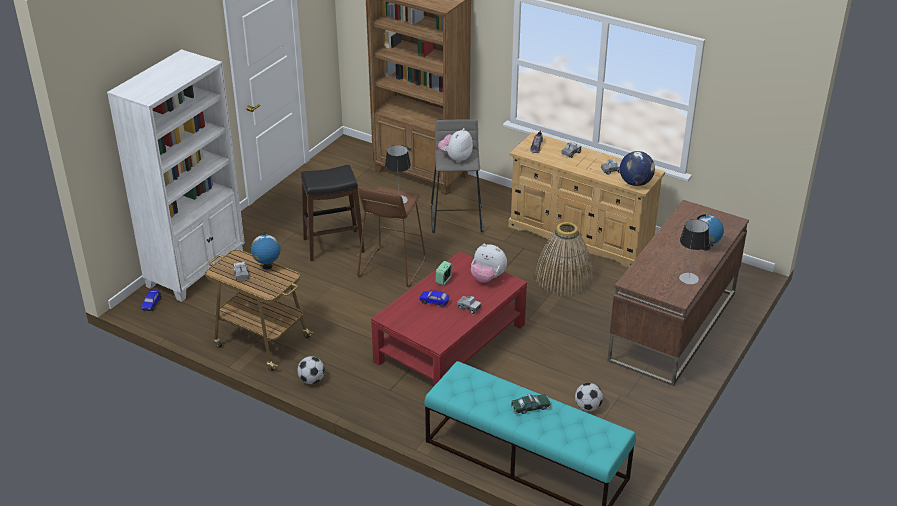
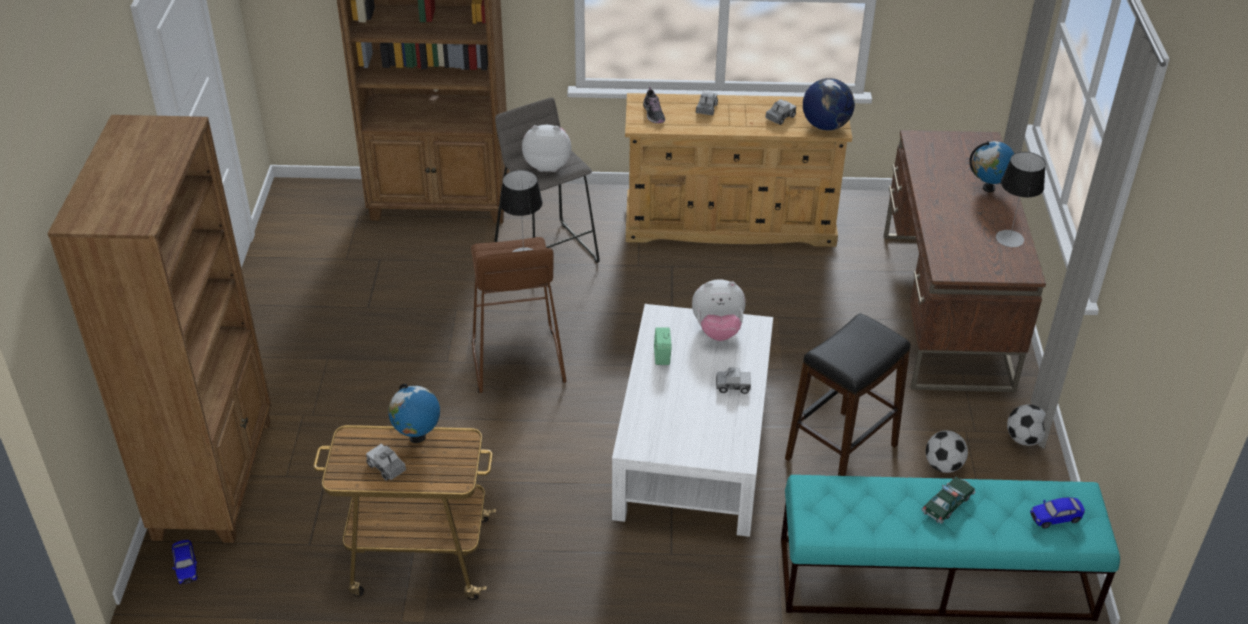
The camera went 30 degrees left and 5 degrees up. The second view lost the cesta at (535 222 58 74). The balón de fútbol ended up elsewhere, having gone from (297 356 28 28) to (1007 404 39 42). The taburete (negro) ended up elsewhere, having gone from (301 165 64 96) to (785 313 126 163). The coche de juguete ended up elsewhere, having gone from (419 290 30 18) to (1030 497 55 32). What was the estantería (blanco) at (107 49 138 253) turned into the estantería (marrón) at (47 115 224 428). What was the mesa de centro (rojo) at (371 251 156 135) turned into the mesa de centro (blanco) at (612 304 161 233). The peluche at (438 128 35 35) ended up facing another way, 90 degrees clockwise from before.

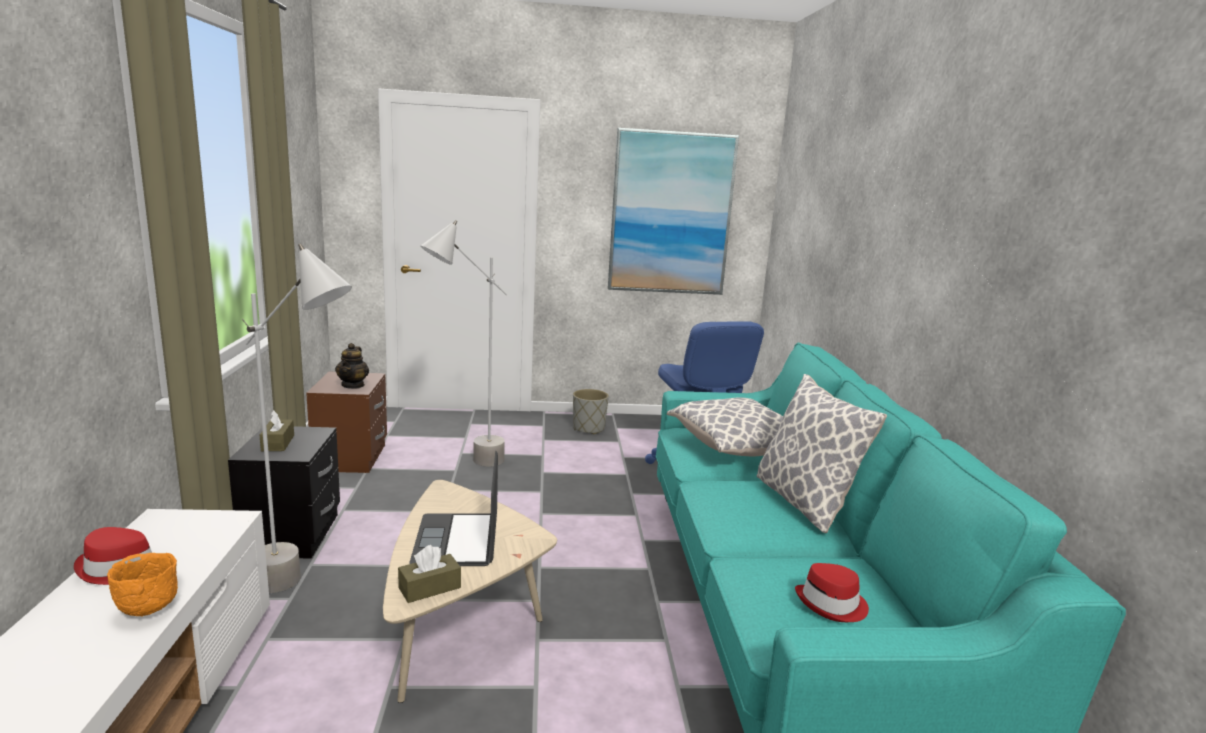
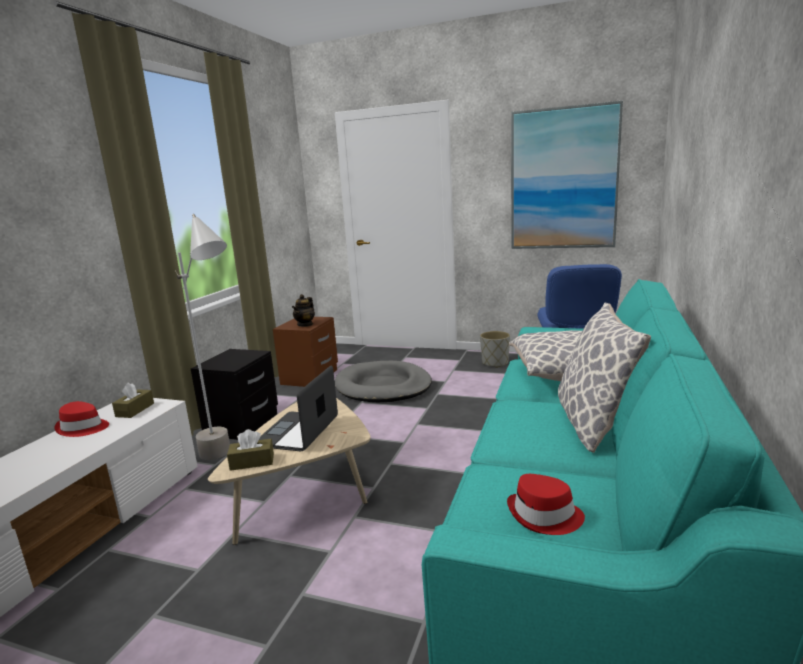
The camera went 25 degrees right and 0 degrees up. The second view lost the cuenco (naranja) at (107 553 71 64). The caja de pañuelos (marrón) ended up elsewhere, having gone from (260 410 34 41) to (112 382 42 36). Where the lámpara de pie (gris) stood at (421 220 86 247), the cama para perro (gris) came to stand at (335 361 97 41).

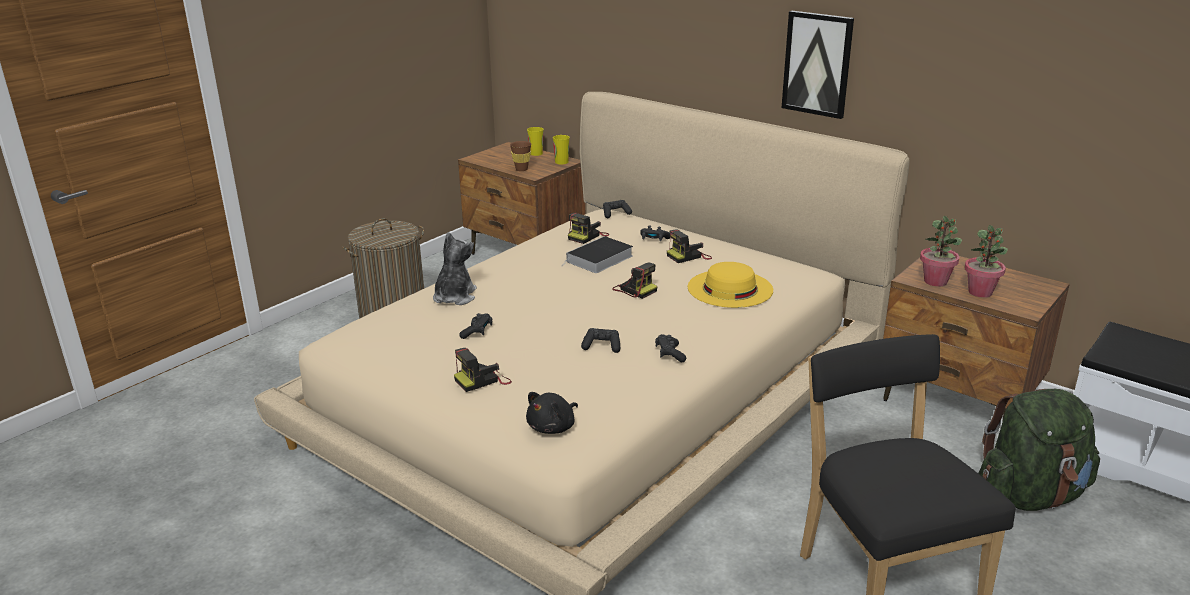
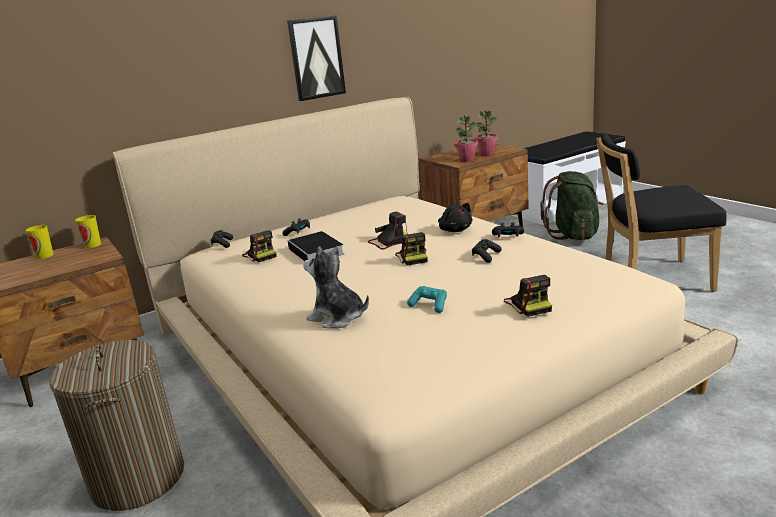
The camera went 70 degrees left and 5 degrees down. The second view lost the taza (marrón) at (510 141 21 30). The second view lost the sombrero (amarillo) at (688 262 85 46). The peluche (negro) ended up elsewhere, having gone from (526 392 52 42) to (438 203 34 29). The cámara ended up elsewhere, having gone from (667 229 45 34) to (395 232 32 34). What was the mando de consola (negro) at (460 313 32 26) turned into the mando de consola (turquesa) at (407 286 40 27).

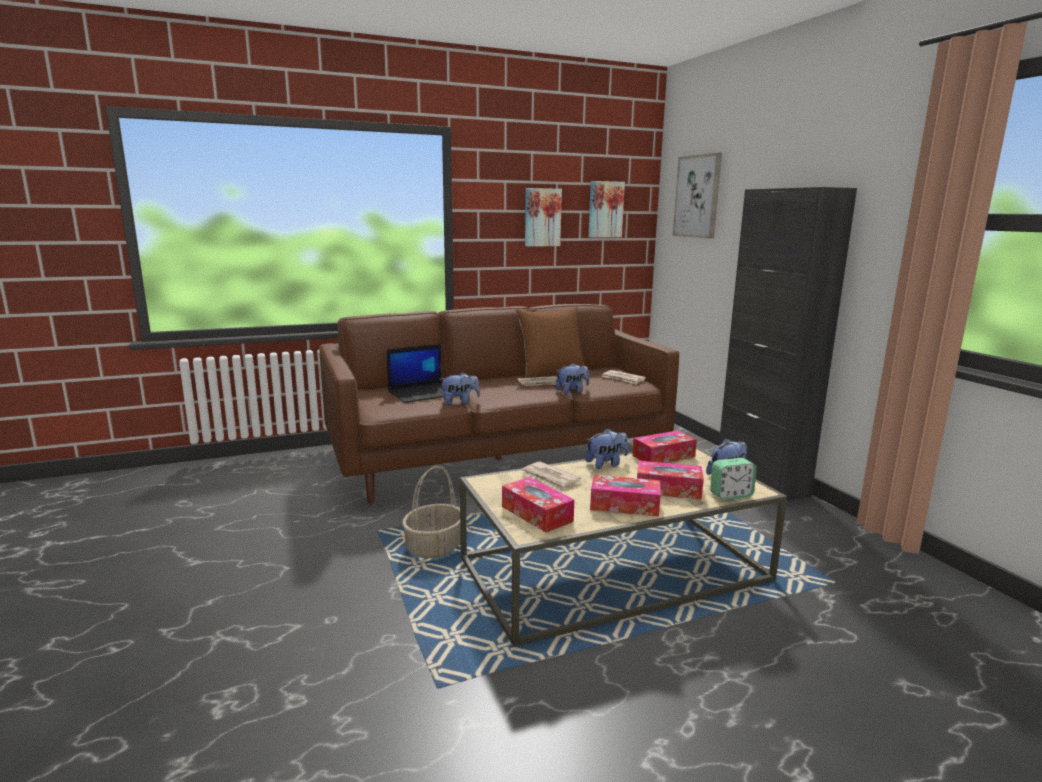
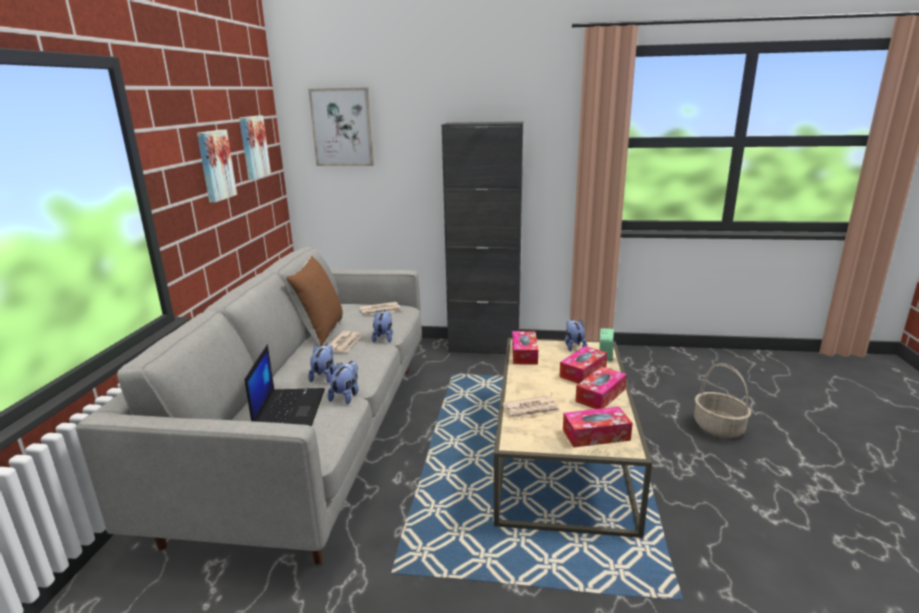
The camera went 60 degrees left and 5 degrees up. The cesta ended up elsewhere, having gone from (402 466 59 93) to (694 363 57 75). The peluche ended up elsewhere, having gone from (585 428 43 41) to (308 343 27 40). What was the sofá (marrón) at (319 304 360 199) turned into the sofá (gris) at (75 247 347 317).

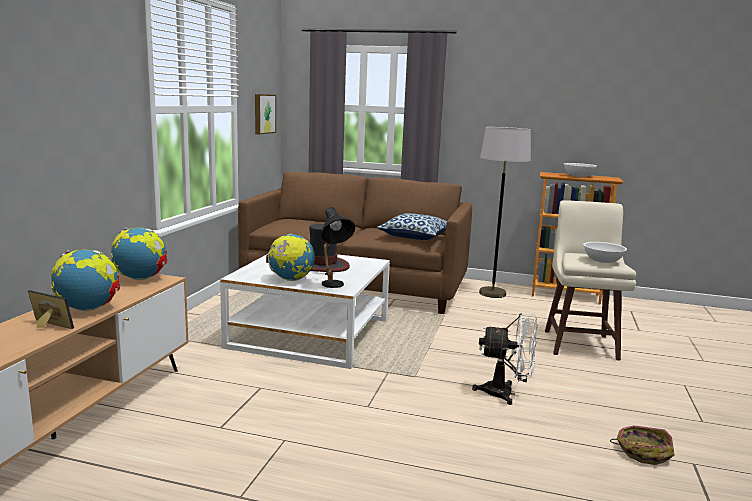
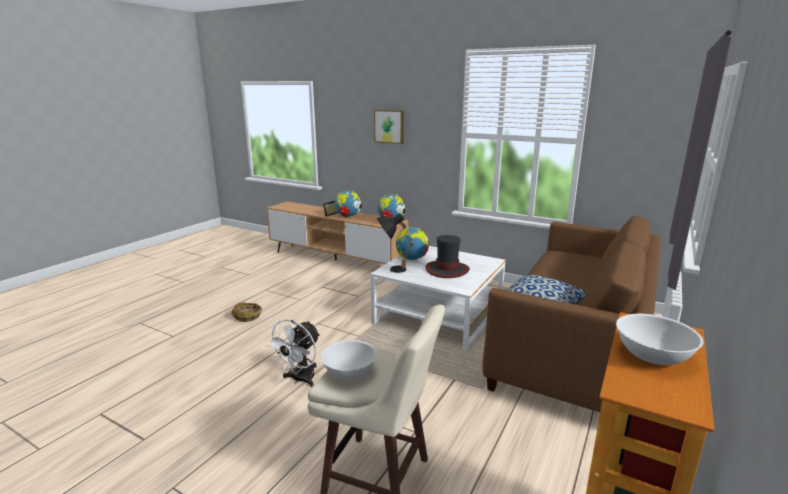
The camera went 105 degrees right and 5 degrees up. The second view lost the lámpara de pie (gris) at (479 127 52 171). The cuadro ended up elsewhere, having gone from (255 94 21 40) to (374 110 30 34). The cesta ended up elsewhere, having gone from (610 425 65 40) to (231 302 31 20).

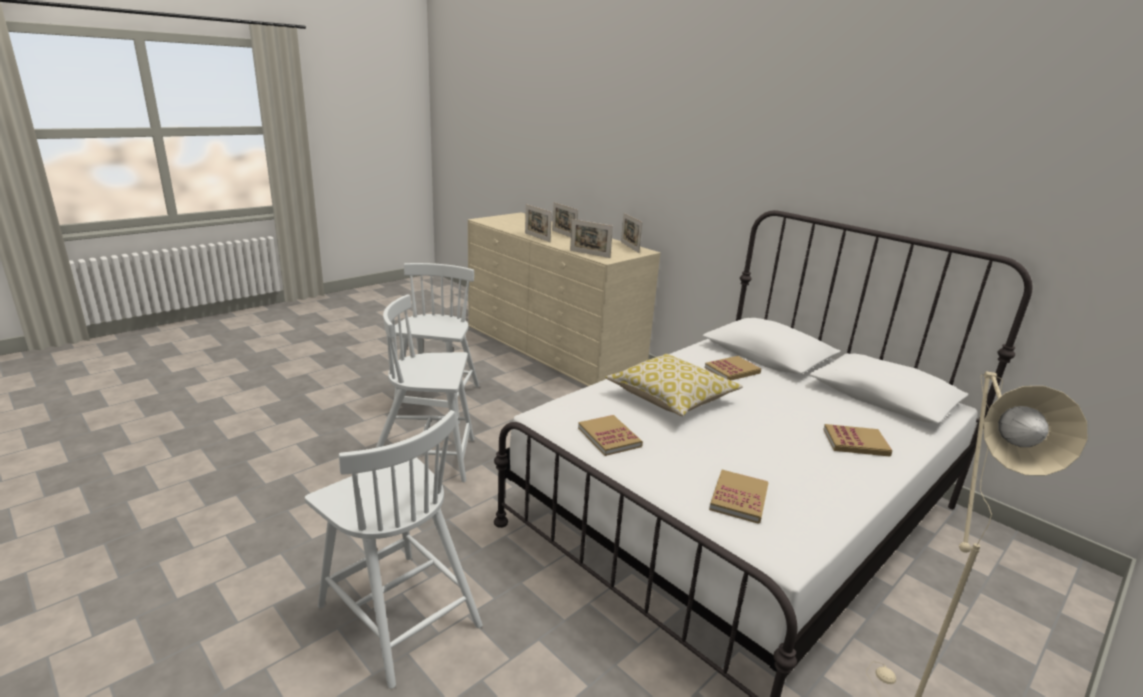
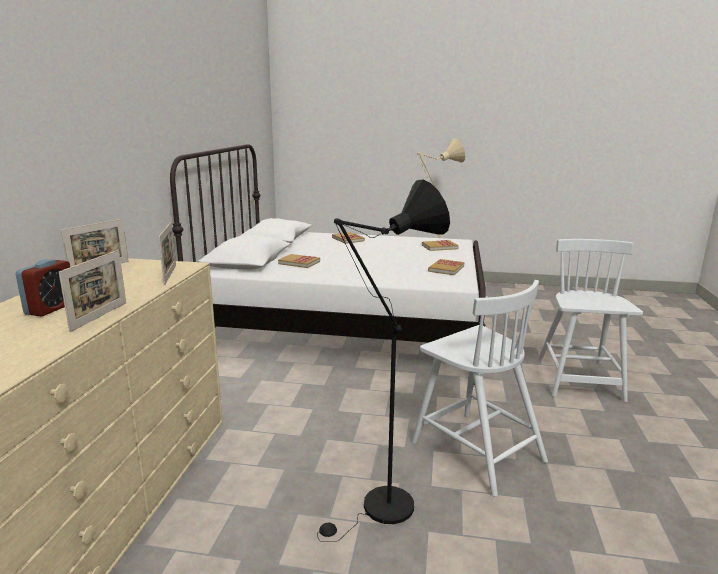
The camera went 125 degrees left and 5 degrees down. The second view lost the cojín at (605 354 138 62). Where the silla (blanco) stood at (394 263 85 161), the lámpara de pie (negro) came to stand at (317 179 133 363). Where the portarretratos stood at (552 202 26 35), the despertador came to stand at (16 259 54 57).

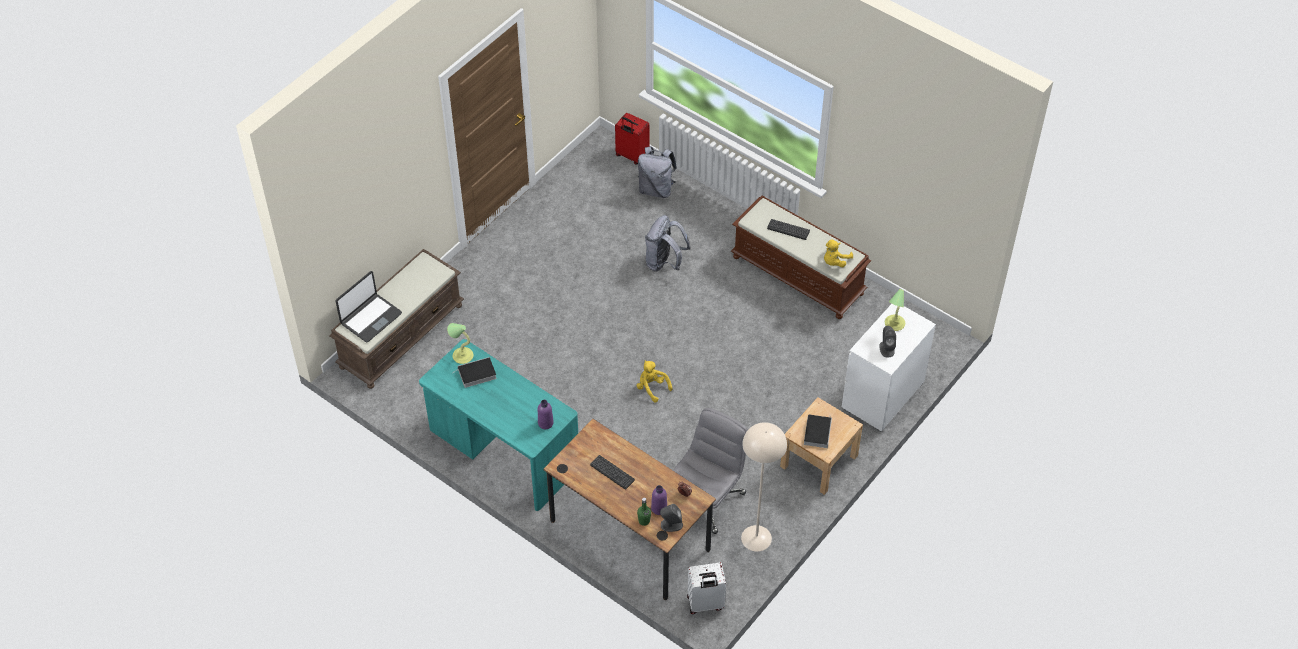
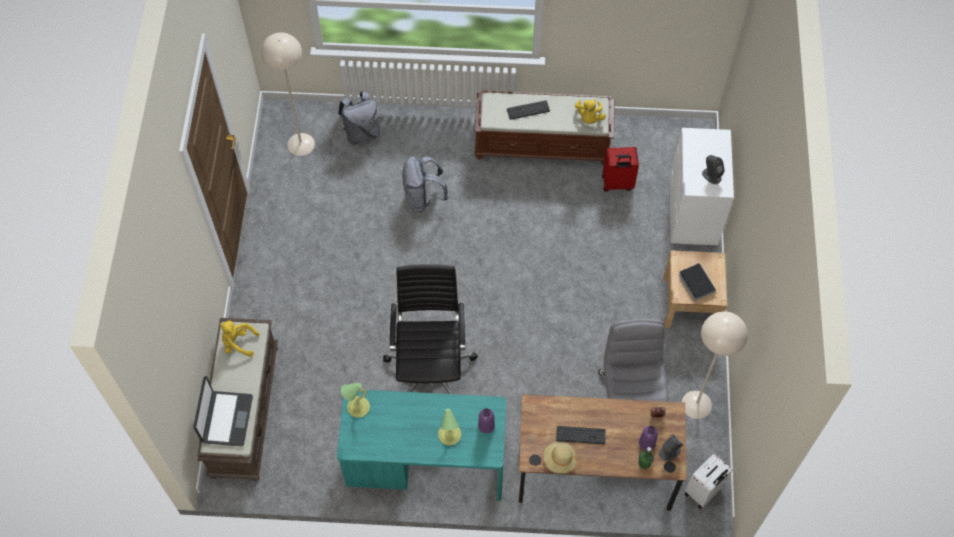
The camera went 35 degrees left and 10 degrees up. The second view lost the libro at (452 357 45 31). The second view gained the lámpara de pie (beis) at (261 32 54 124). The second view gained the silla de oficina (negro) at (383 264 95 130). The second view gained the sombrero (beis) at (544 442 33 32). The maleta (rojo) ended up elsewhere, having gone from (615 113 34 52) to (602 147 37 45). The peluche (amarillo) ended up elsewhere, having gone from (637 360 36 43) to (220 321 39 36). The lámpara de mesa ended up elsewhere, having gone from (885 289 20 42) to (438 409 23 36).

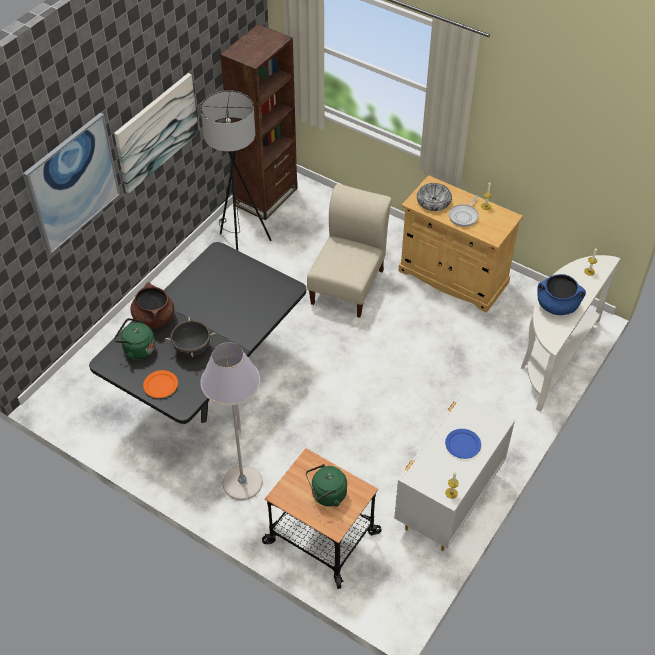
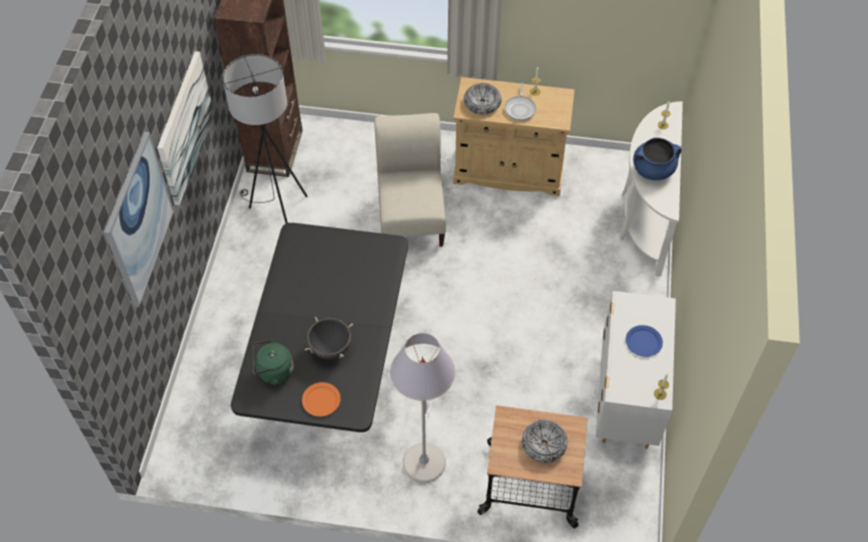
The camera went 25 degrees left and 5 degrees up. The second view lost the olla (marrón) at (130 282 44 47). Where the hervidor (verde) stood at (306 464 41 42), the cuenco came to stand at (522 420 46 43).

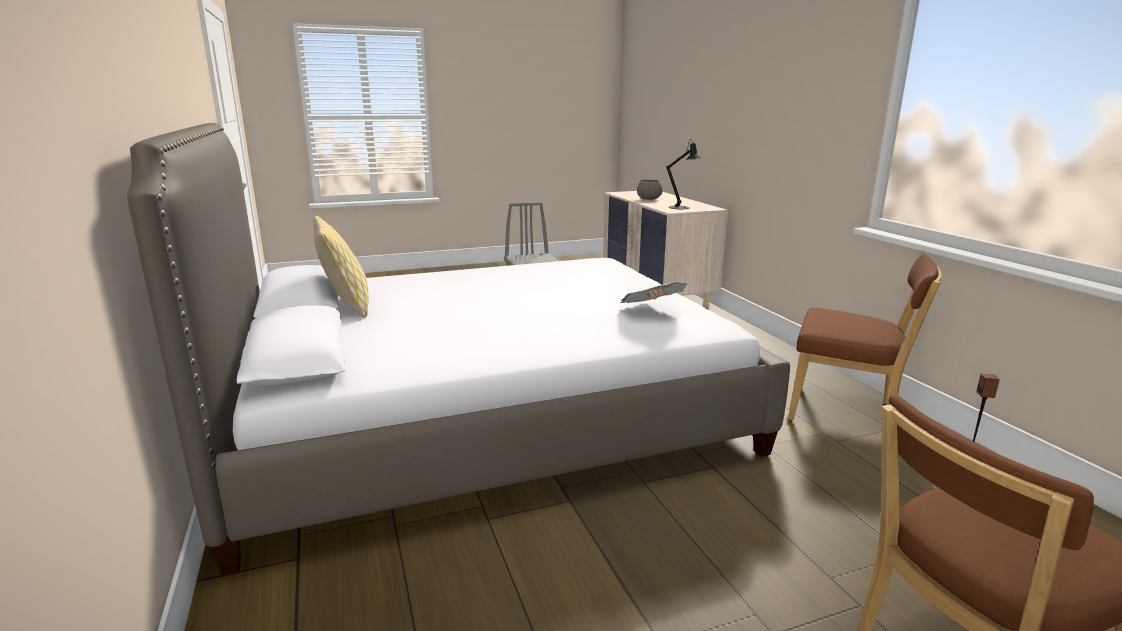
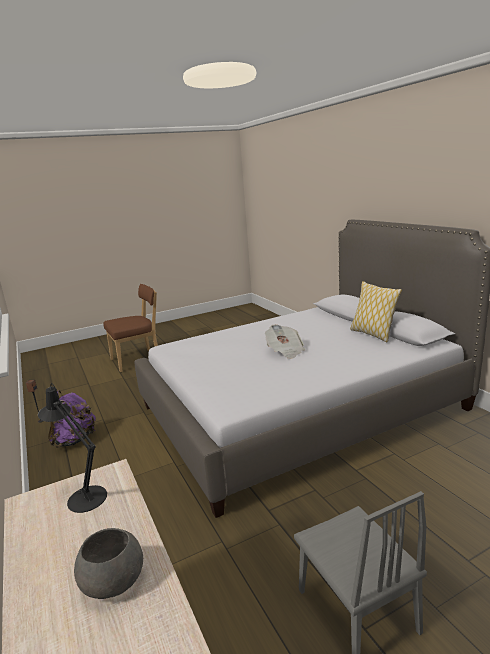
The camera went 175 degrees right and 0 degrees up. The periódico ended up elsewhere, having gone from (620 282 68 21) to (265 324 40 35). Where the silla (marrón) stood at (788 254 154 166), the mochila (morado) came to stand at (48 390 48 58).

